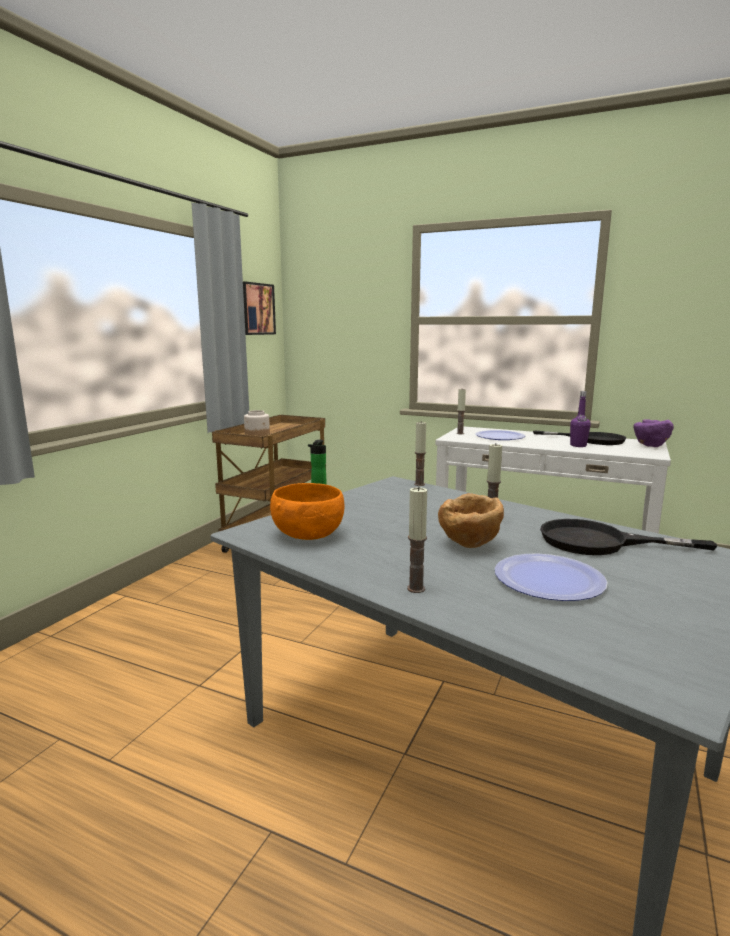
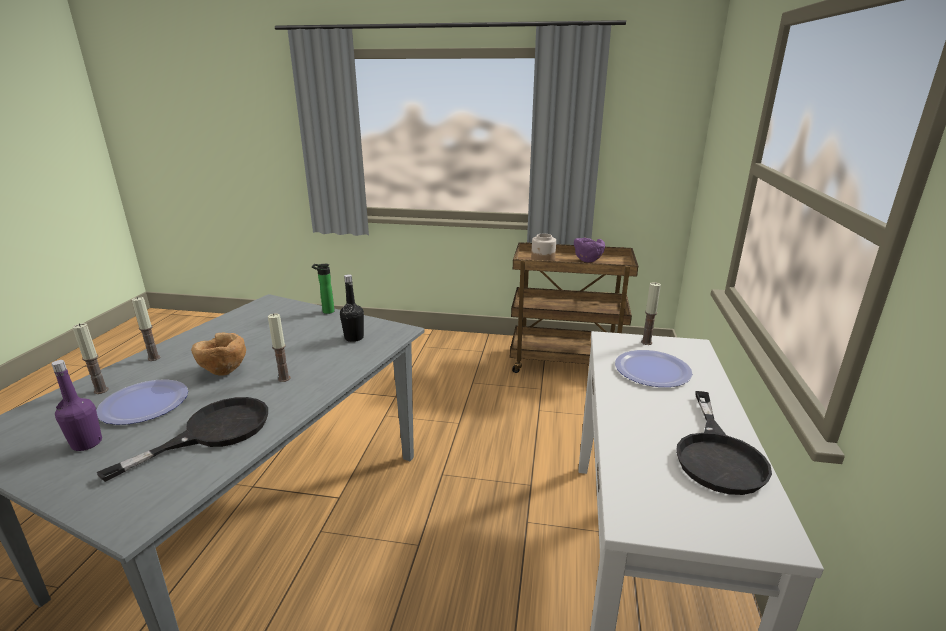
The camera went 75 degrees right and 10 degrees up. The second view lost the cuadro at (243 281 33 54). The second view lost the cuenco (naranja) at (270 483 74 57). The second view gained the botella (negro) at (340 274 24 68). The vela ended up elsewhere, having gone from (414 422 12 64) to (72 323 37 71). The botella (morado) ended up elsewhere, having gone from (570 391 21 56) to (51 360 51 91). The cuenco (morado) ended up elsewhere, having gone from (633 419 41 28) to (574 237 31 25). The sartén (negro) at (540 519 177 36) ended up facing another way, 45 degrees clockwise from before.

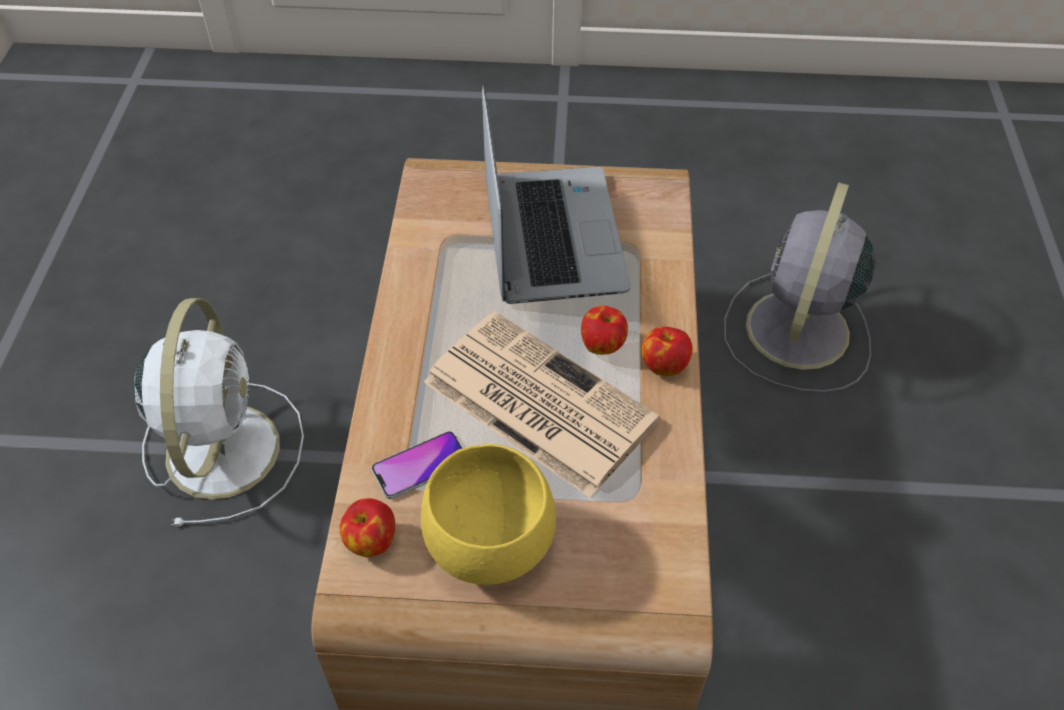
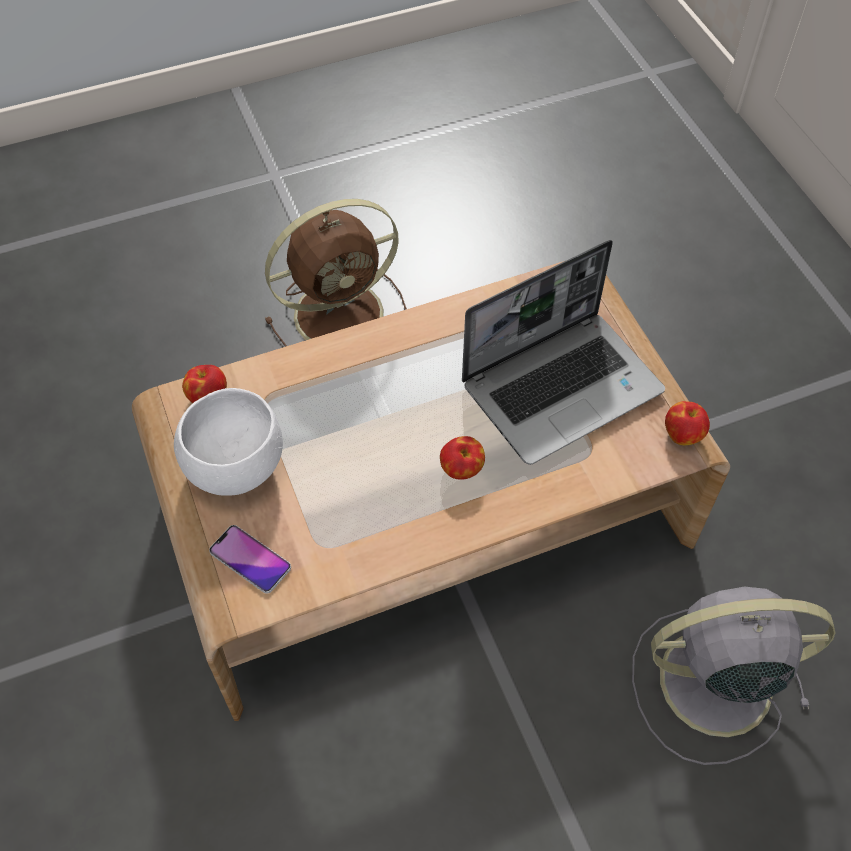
The camera went 65 degrees right and 5 degrees up. The second view lost the periódico at (424 311 236 187). The móvil ended up elsewhere, having gone from (371 431 92 68) to (209 525 82 69). The manzana ended up elsewhere, having gone from (641 327 52 49) to (665 401 45 44). What was the ventilador (blanco) at (133 298 171 228) turned into the ventilador (marrón) at (265 199 142 148). What was the cuenco (amarillo) at (421 444 135 141) turned into the cuenco (blanco) at (174 388 109 108).

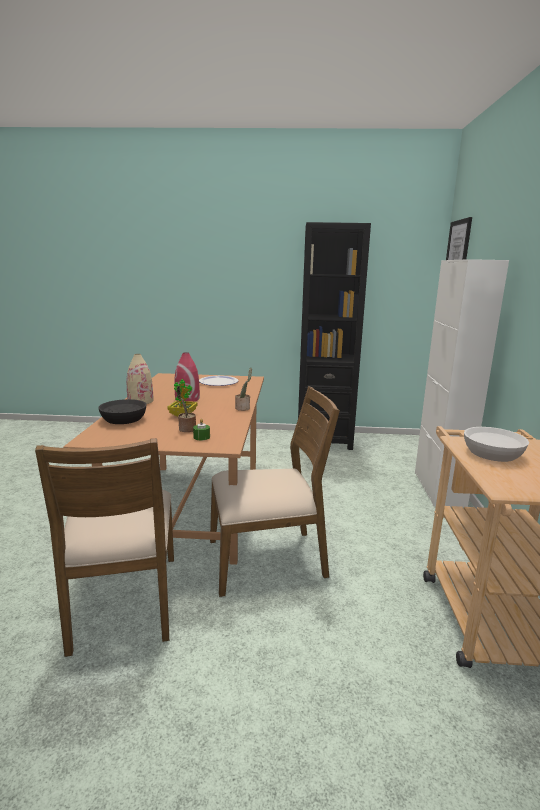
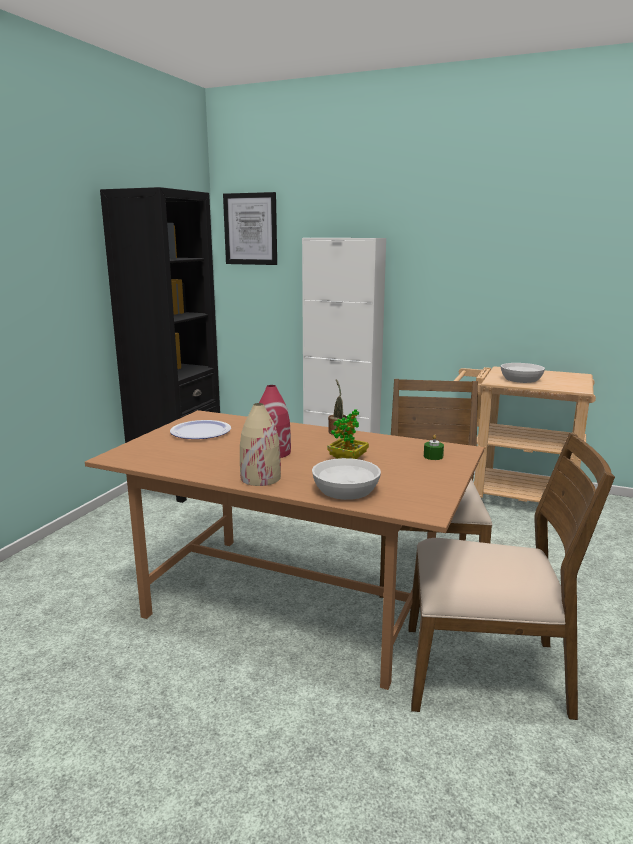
The camera went 70 degrees left and 0 degrees up. The second view lost the planta en maceta at (177 386 19 46). What was the cuenco (negro) at (99 399 48 25) turned into the cuenco (blanco) at (312 458 69 42).

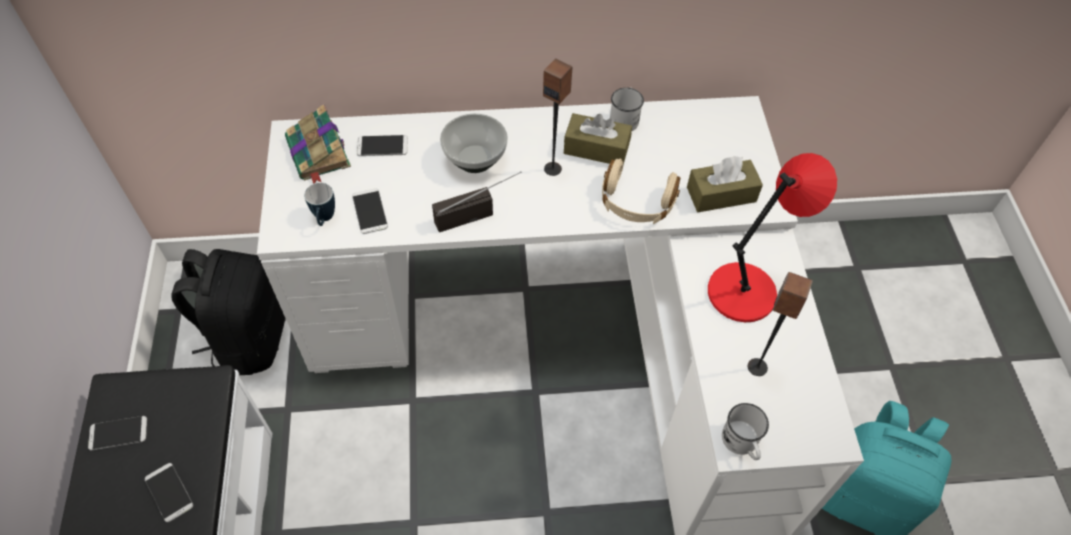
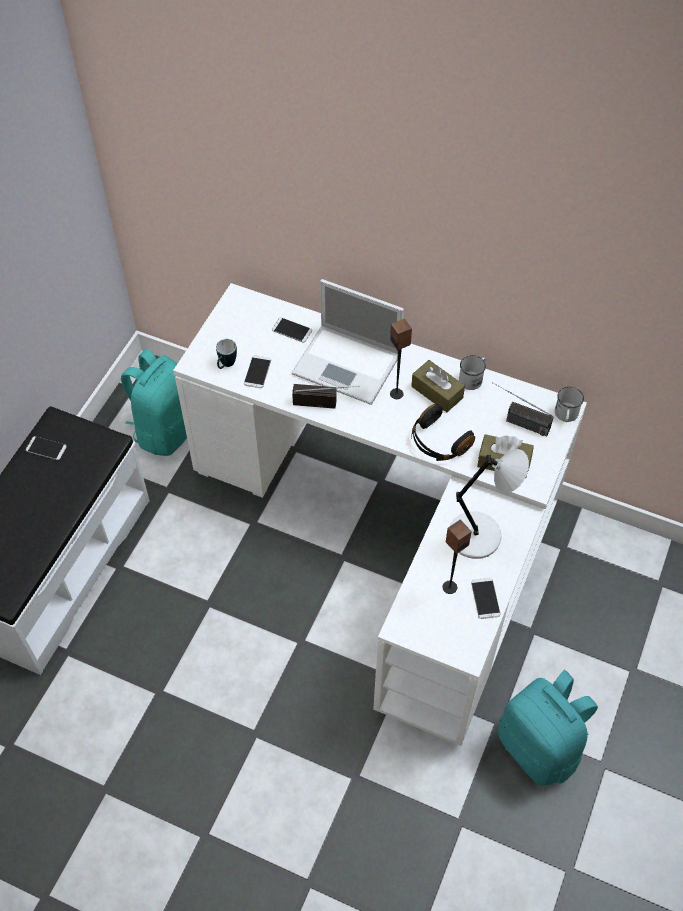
The camera went 30 degrees right and 0 degrees up. The second view lost the libro at (285 104 66 80). The second view gained the radio at (492 382 62 54). The móvil ended up elsewhere, having gone from (145 463 48 59) to (471 578 29 41). The taza grande (blanco) ended up elsewhere, having gone from (722 403 47 57) to (555 387 29 35). Where the cuenco stood at (440 113 68 60), the portátil came to stand at (291 279 113 126). What was the mochila (negro) at (171 249 115 126) turned into the mochila (turquesa) at (121 349 66 107). What was the auriculares (beis) at (602 159 78 65) turned into the auriculares (negro) at (411 404 64 57). What was the lámpara de mesa (rojo) at (708 153 129 169) turned into the lámpara de mesa (gris) at (450 449 79 110).

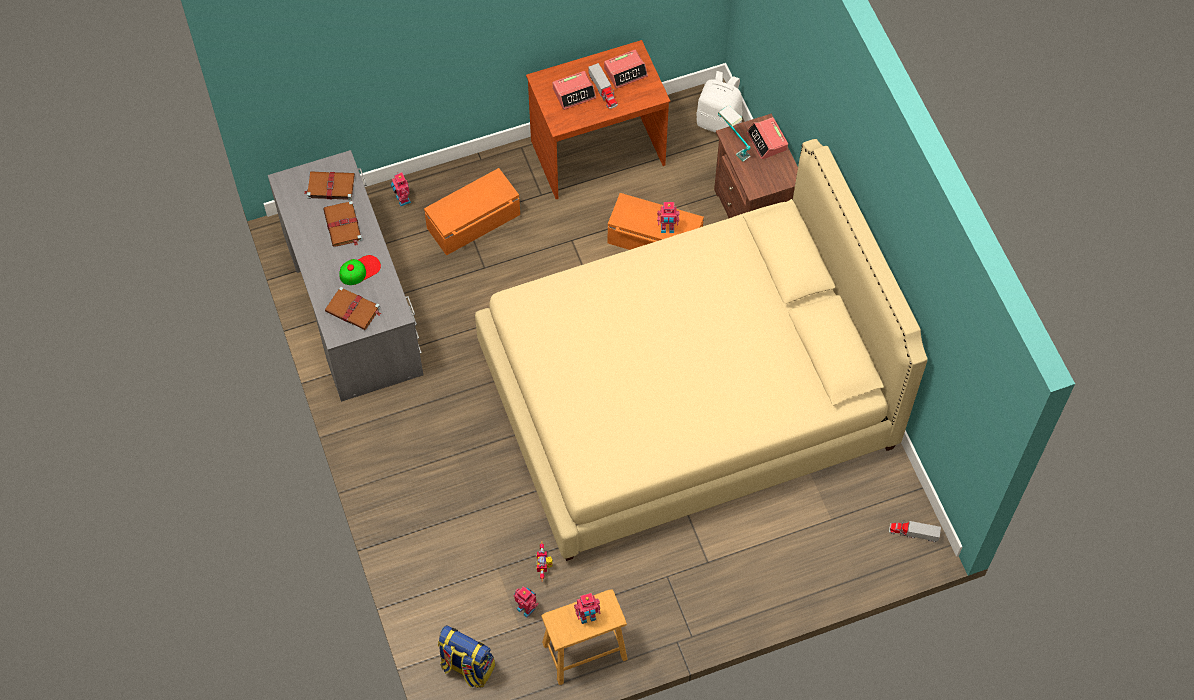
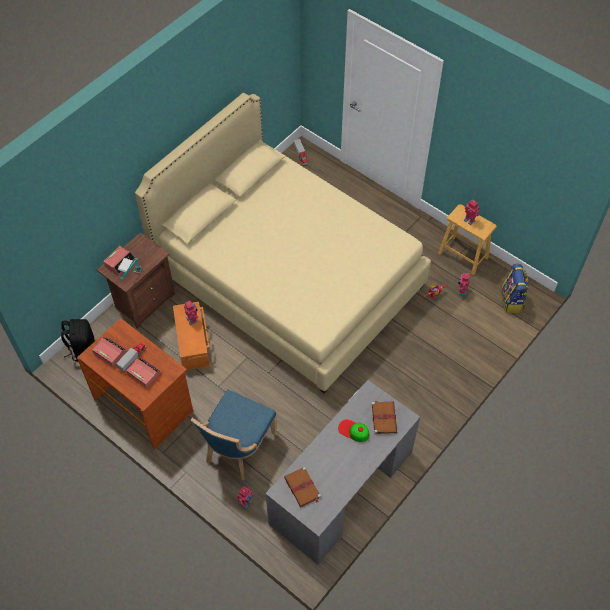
The camera went 120 degrees left and 5 degrees down. The second view lost the libro (marrón) at (323 201 39 46). Where the caja de almacenaje (naranja) stood at (424 168 96 88), the silla (azul) came to stand at (191 389 87 91). What was the mochila (blanco) at (696 71 46 62) turned into the mochila (negro) at (61 319 34 42).

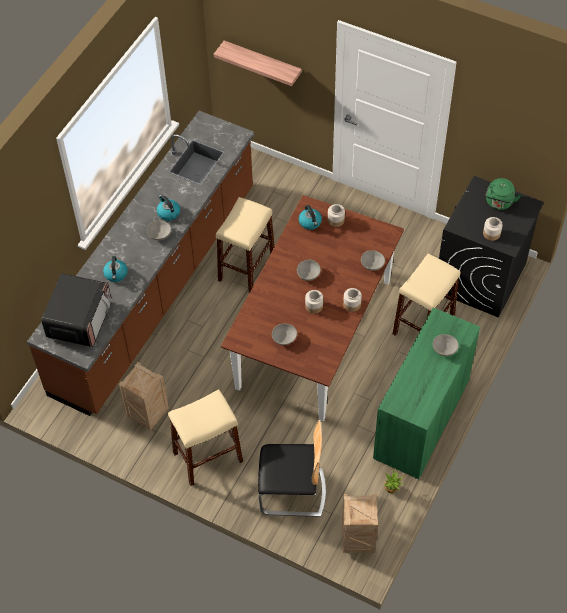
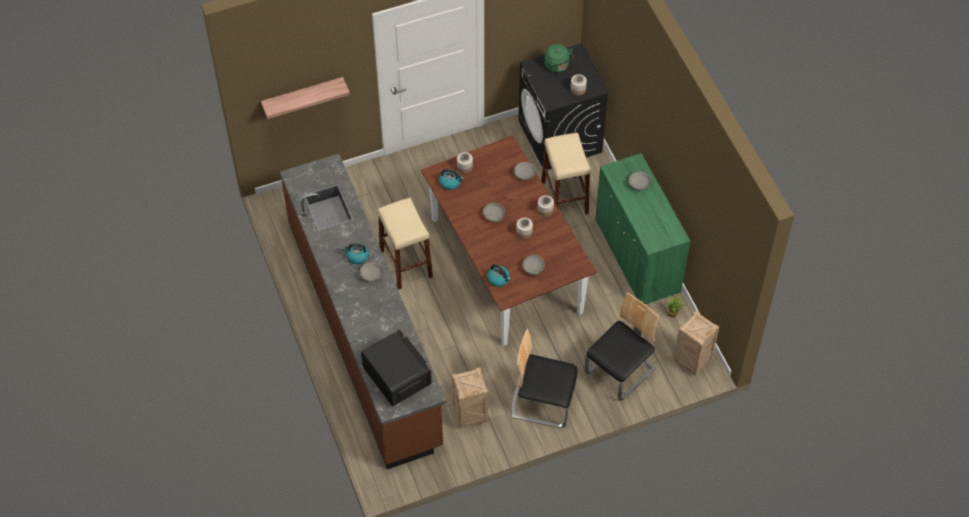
The camera went 50 degrees left and 0 degrees up. The hervidor ended up elsewhere, having gone from (103 256 25 26) to (487 264 24 23). Where the taburete (beis) stood at (168 389 75 97), the silla came to stand at (512 329 66 99).

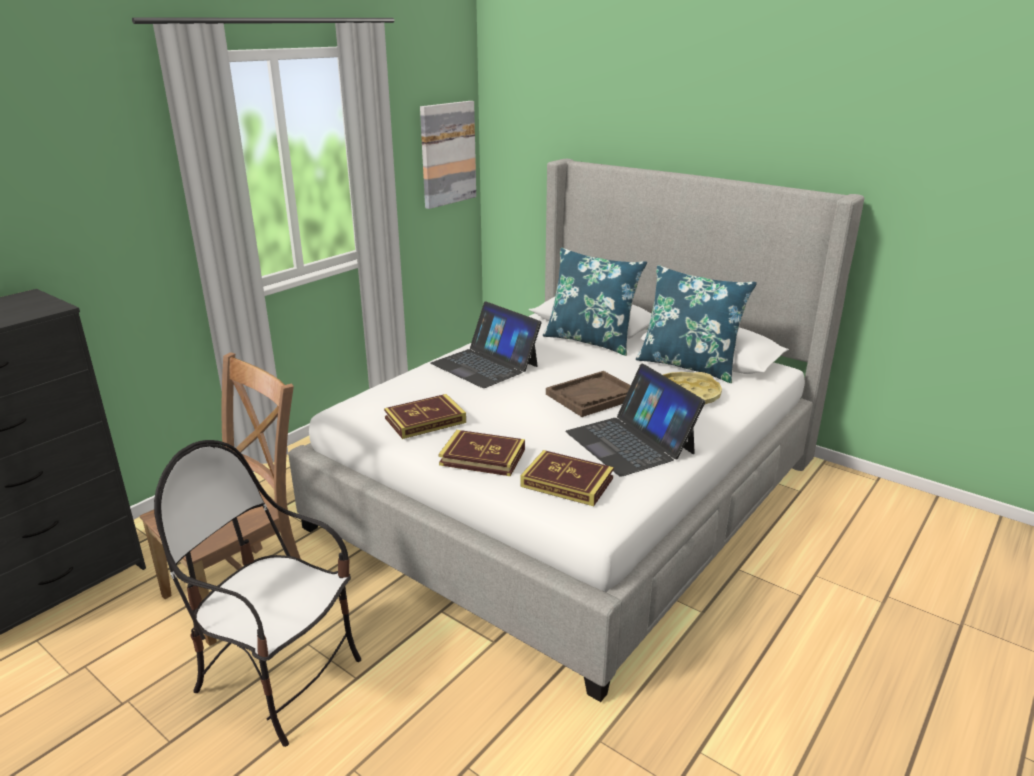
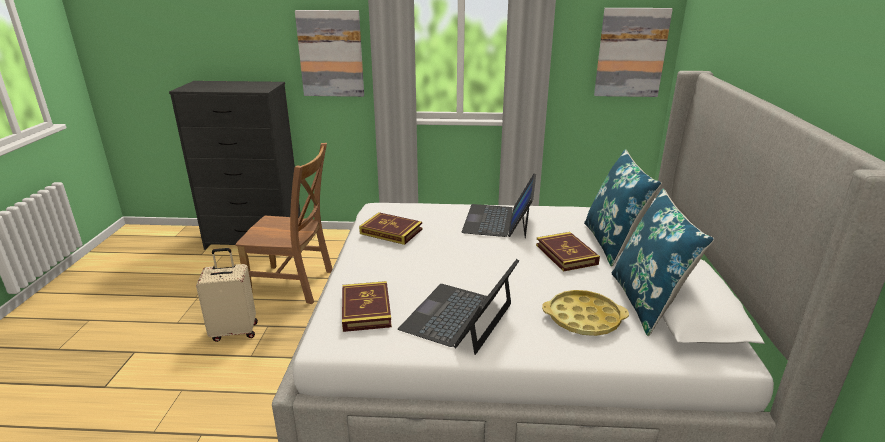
The camera went 55 degrees right and 0 degrees up. The second view lost the bandeja (marrón) at (546 371 85 46). The second view gained the cuadro at (295 10 69 87). The libro ended up elsewhere, having gone from (438 430 87 46) to (536 232 64 40). Where the silla stood at (154 440 207 307), the maleta (beis) came to stand at (196 248 62 94).

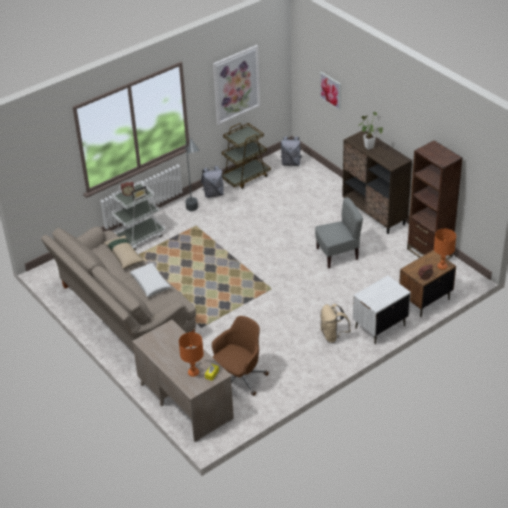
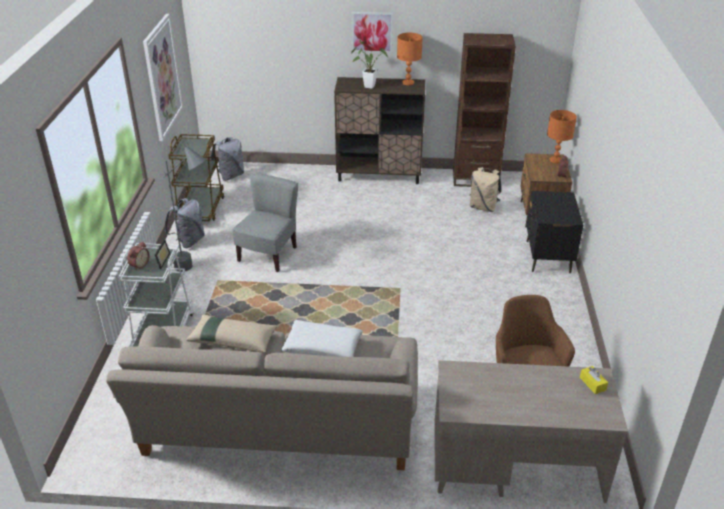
The camera went 50 degrees left and 5 degrees down. The lámpara de mesa (naranja) ended up elsewhere, having gone from (179 332 25 45) to (397 33 26 52). The silla (gris) ended up elsewhere, having gone from (315 197 48 71) to (232 173 66 99). The cuadro ended up elsewhere, having gone from (320 72 21 38) to (352 12 41 41). The mochila (beis) ended up elsewhere, having gone from (320 304 31 39) to (470 167 31 45). What was the mesita de noche (blanco) at (353 275 58 69) turned into the mesita de noche (negro) at (526 191 57 82).

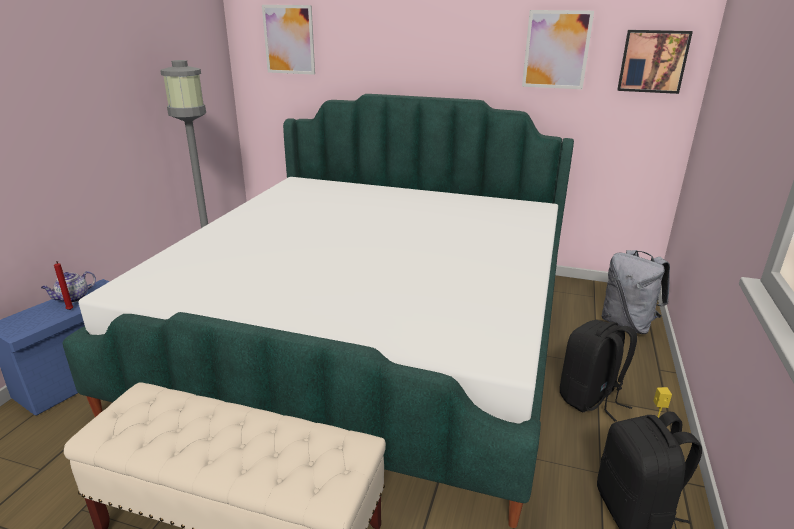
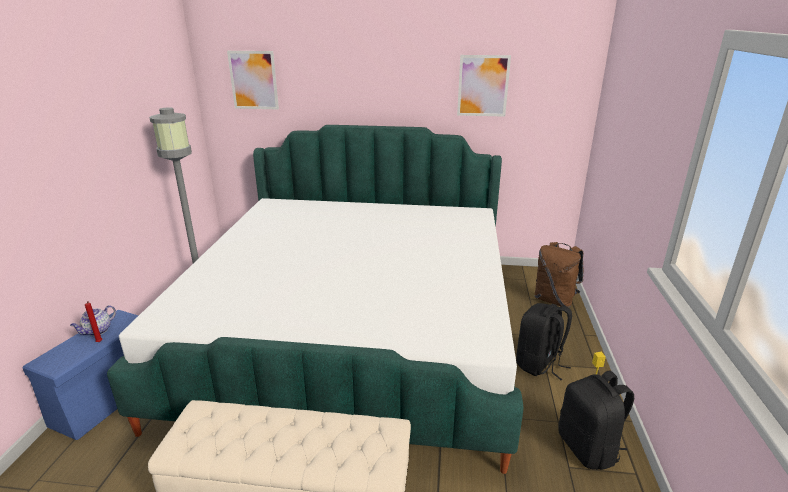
The camera went 10 degrees left and 0 degrees up. The second view lost the cuadro at (617 30 76 64). What was the mochila (gris) at (602 250 68 84) turned into the mochila (marrón) at (534 242 49 66).

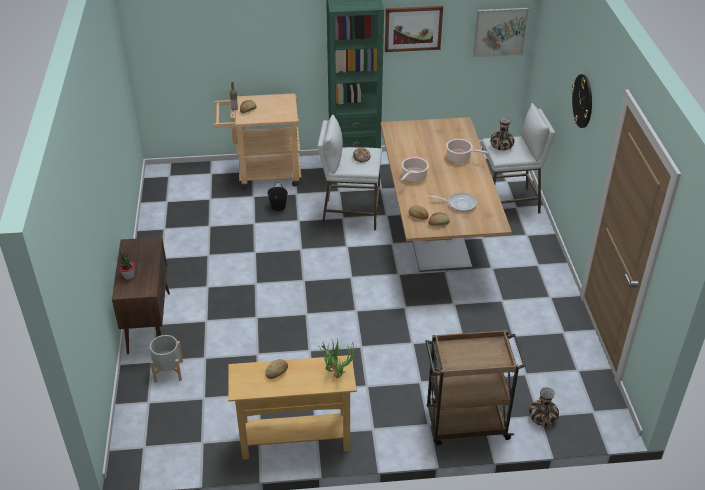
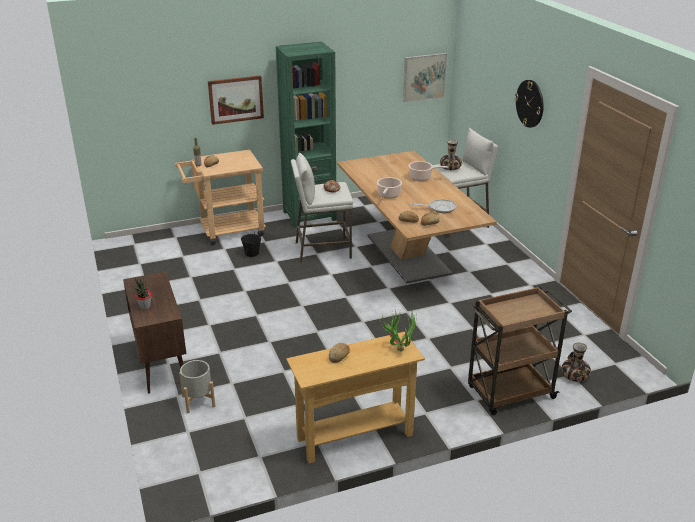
The camera went 15 degrees left and 10 degrees down. The cuadro ended up elsewhere, having gone from (385 6 58 46) to (208 75 56 50).

